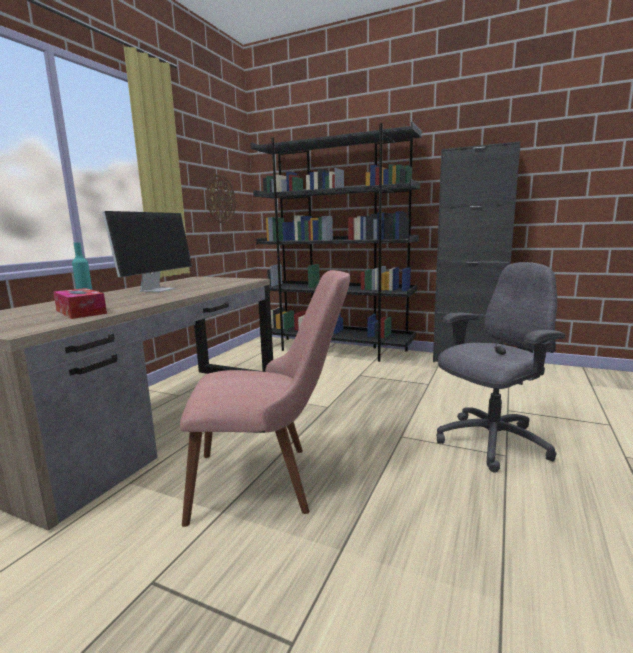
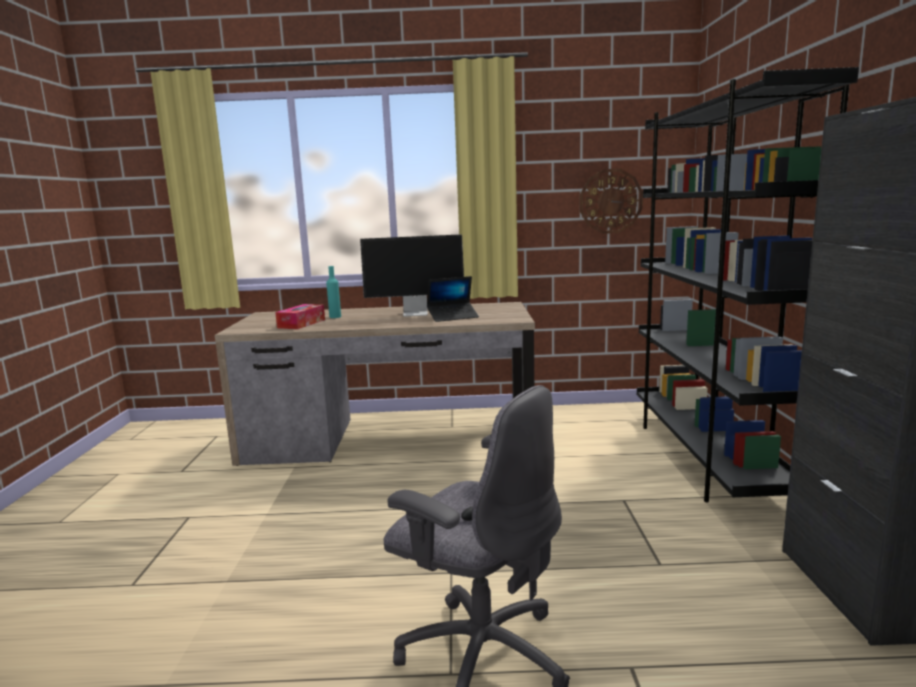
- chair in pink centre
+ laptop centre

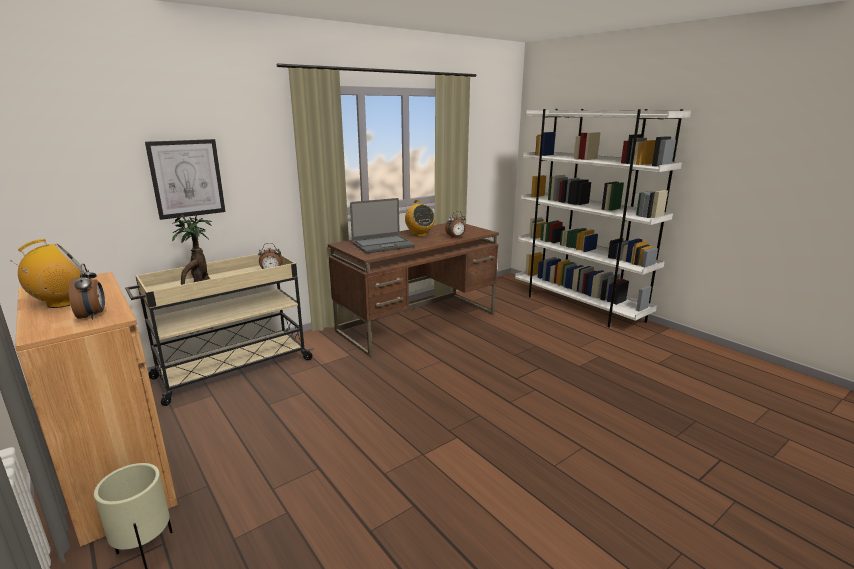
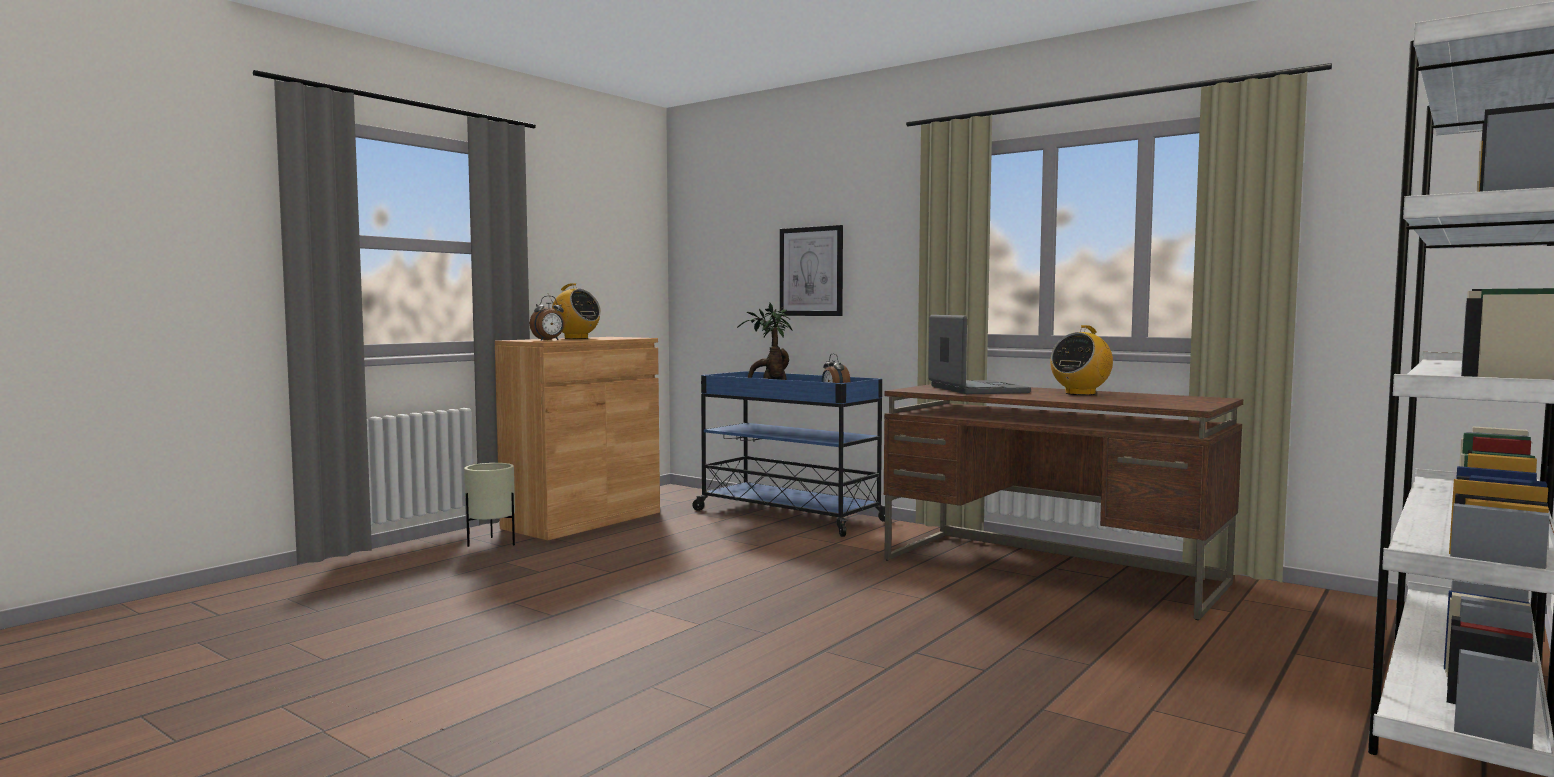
~ laptop centre = centre 150 degrees counterclockwise
- alarm clock (3rd from left) centre
~ cart in beige middle left to cart in blue centre

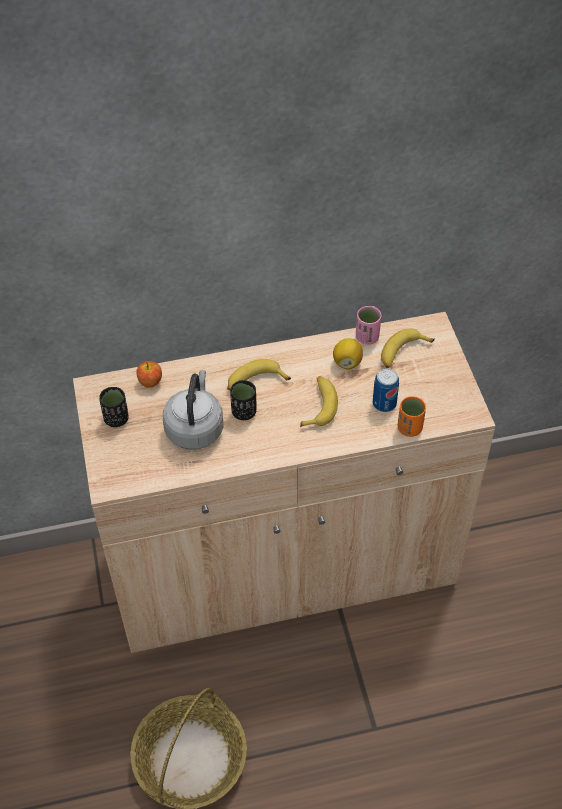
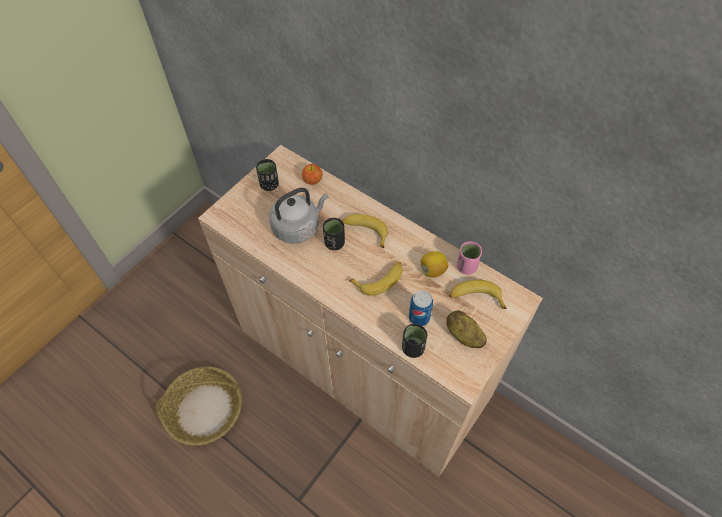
~ cup in orange middle right to cup in black (3rd from left) centre
+ potato centre

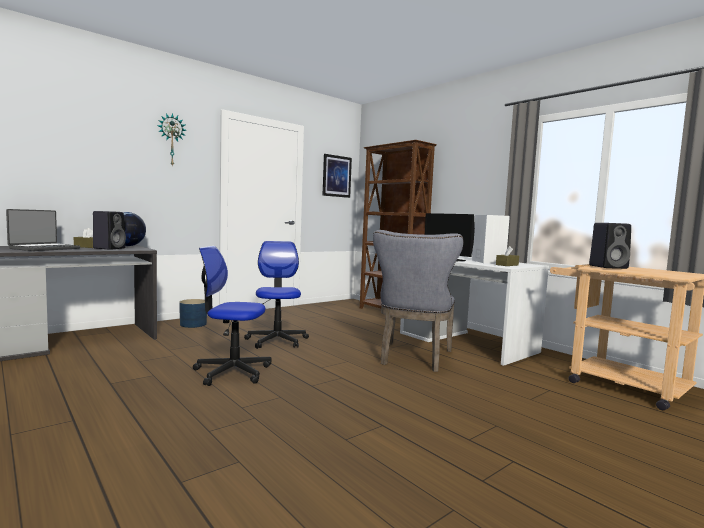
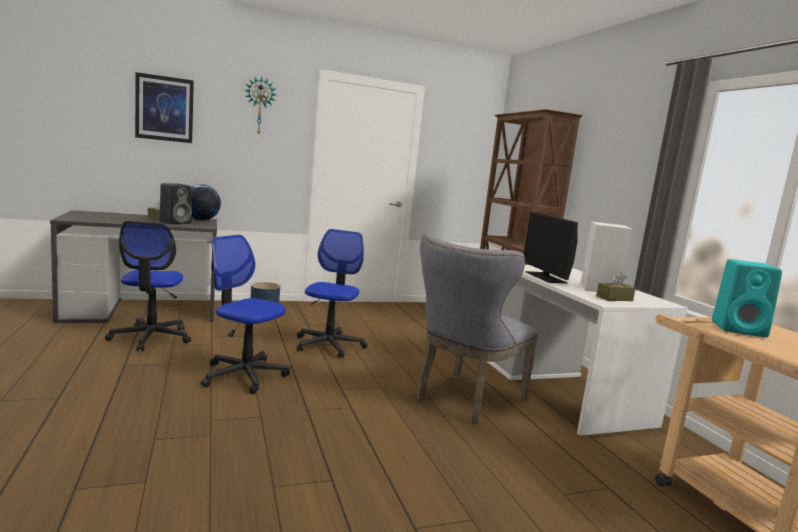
~ picture centre to top left
- laptop middle left
~ speaker in black (2nd from left) middle right to speaker in turquoise middle right
+ office chair (1st from left) middle left

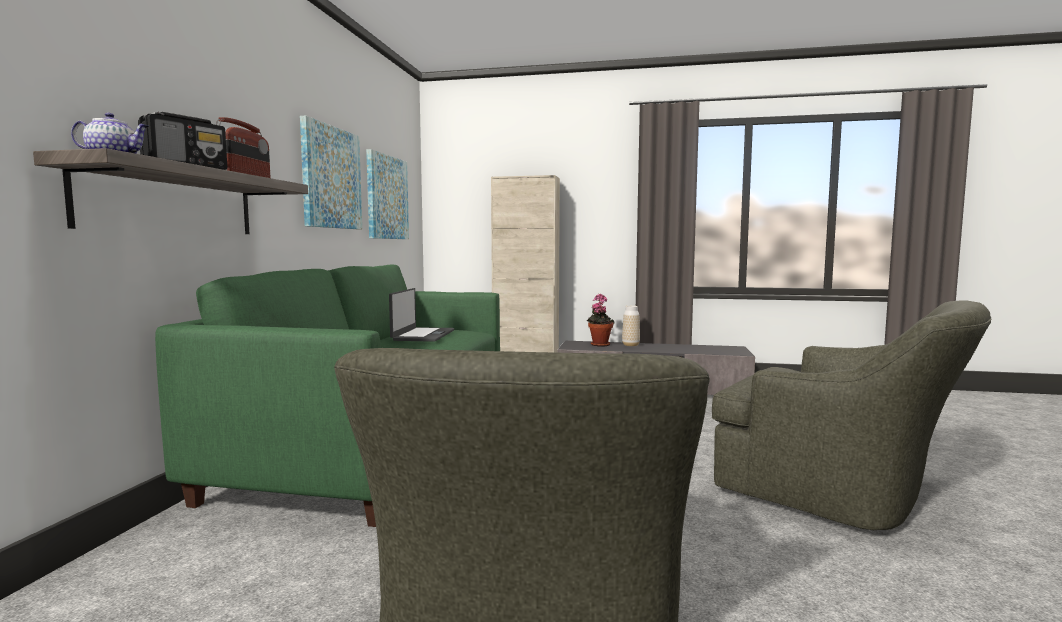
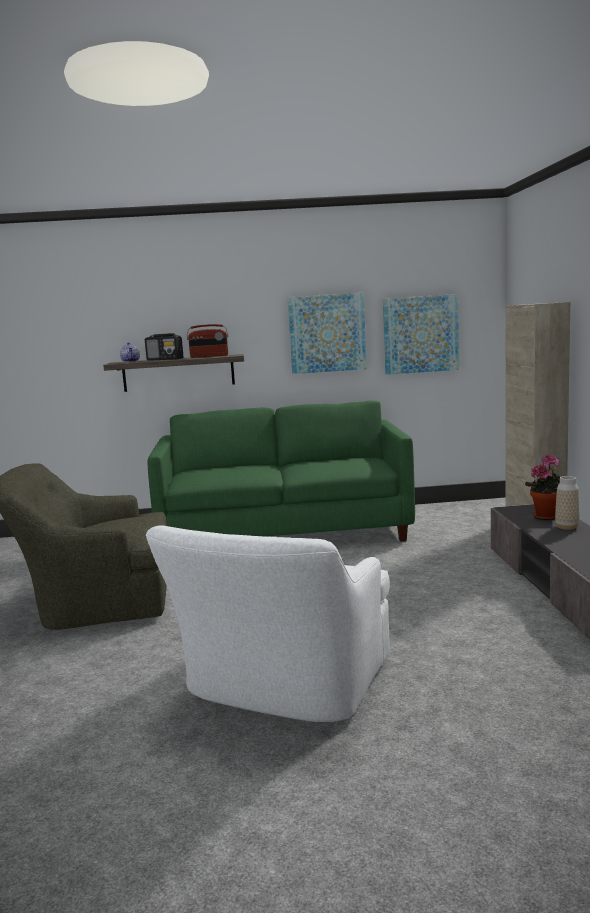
- laptop centre
~ armchair in green (2nd from left) bottom right to armchair in white bottom centre

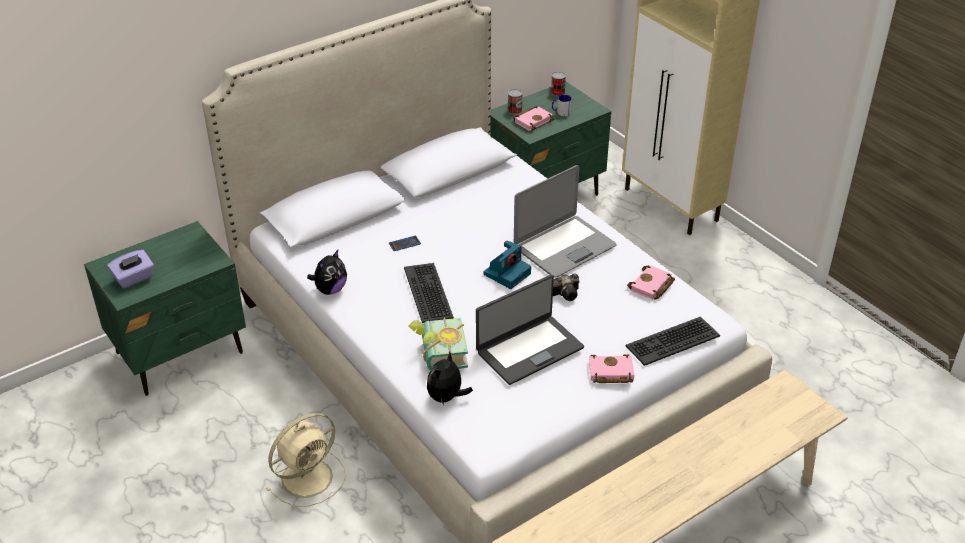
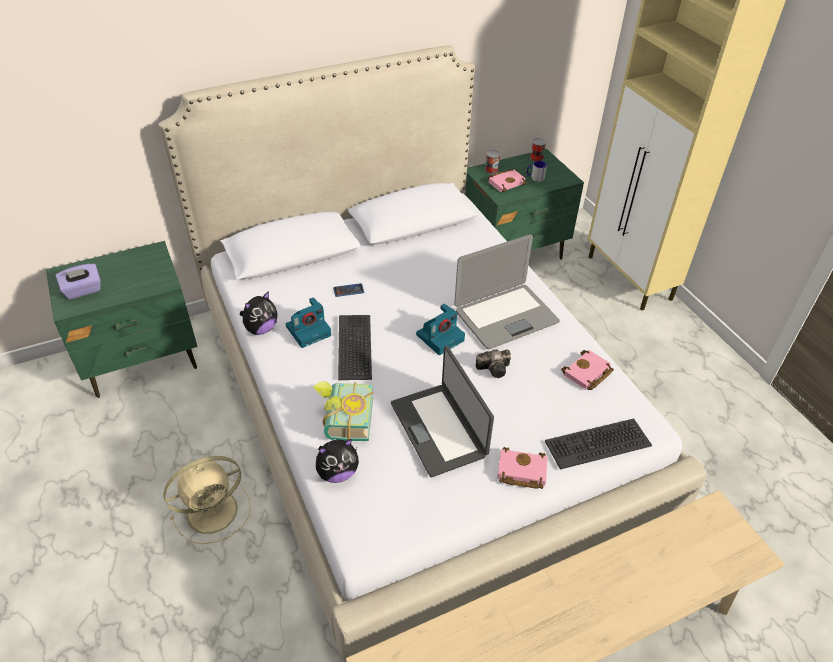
~ laptop (1st from left) centre = centre 90 degrees clockwise
~ plush toy (2nd from left) bottom centre = bottom centre 150 degrees counterclockwise
+ photo camera (1st from left) centre

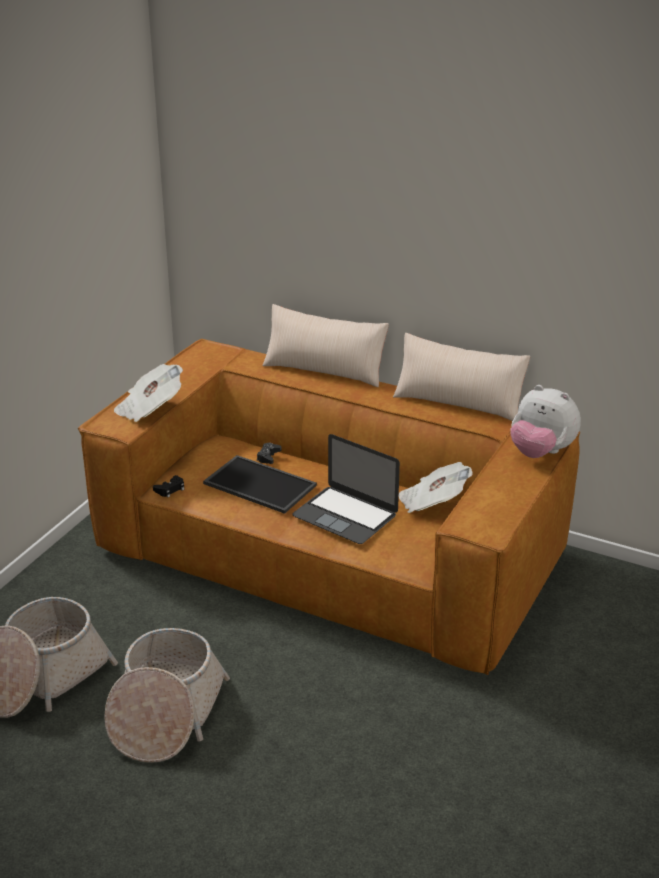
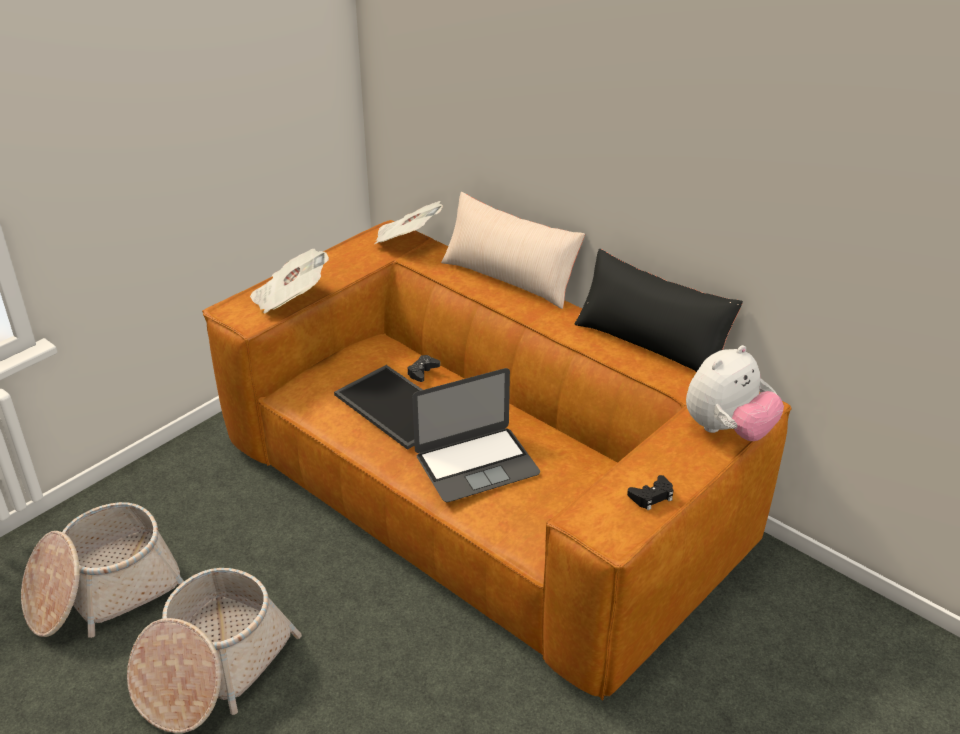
~ pillow in beige (2nd from left) middle right to pillow in black middle right
~ plush toy middle right = middle right 90 degrees counterclockwise
~ laptop centre = centre 75 degrees counterclockwise
~ newspaper (2nd from left) centre to top centre
~ game controller in black (1st from left in the first image) middle left to game controller in black (2nd from left) bottom right

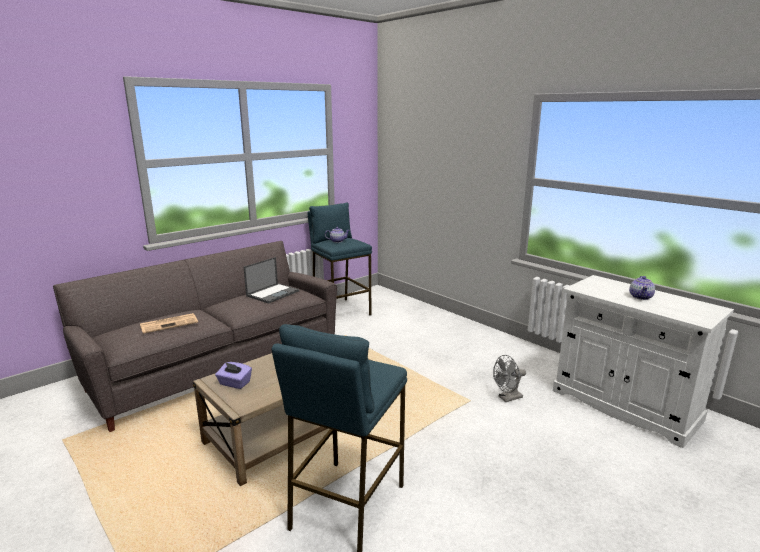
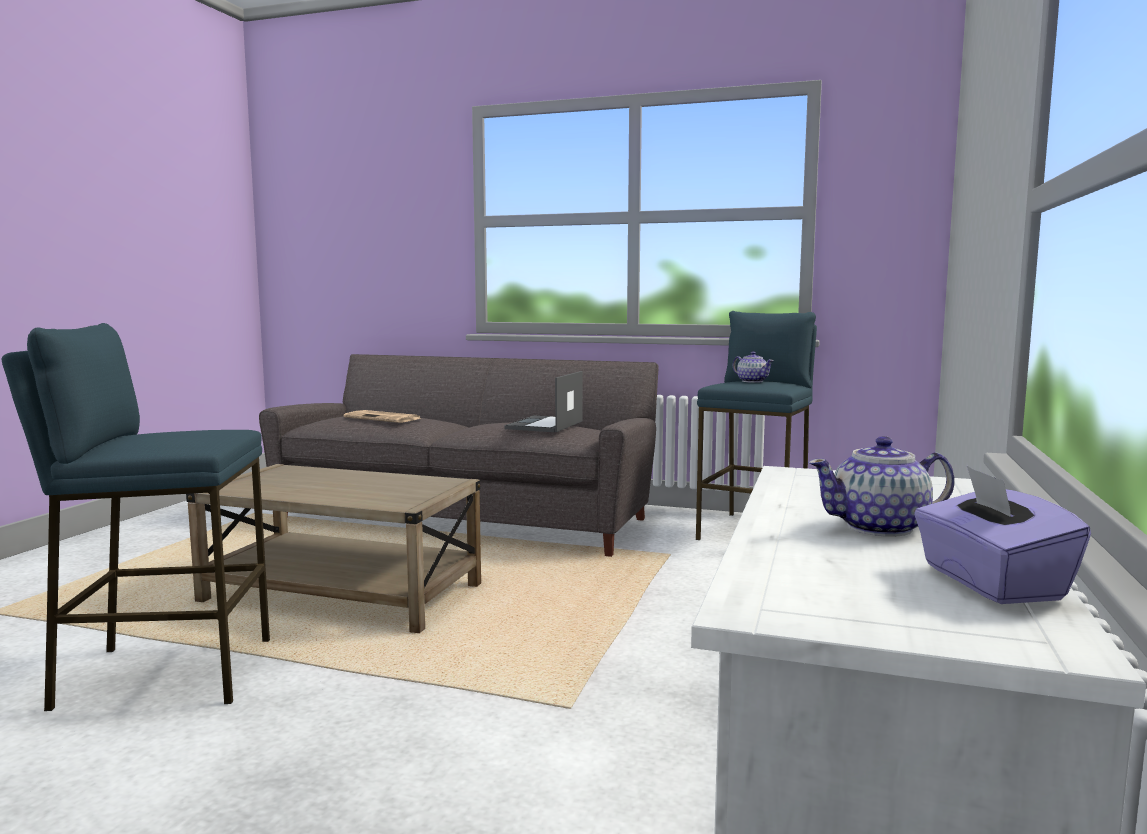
~ laptop centre = centre 105 degrees clockwise
- fan in grey bottom right
~ tissue box in purple bottom left to middle right

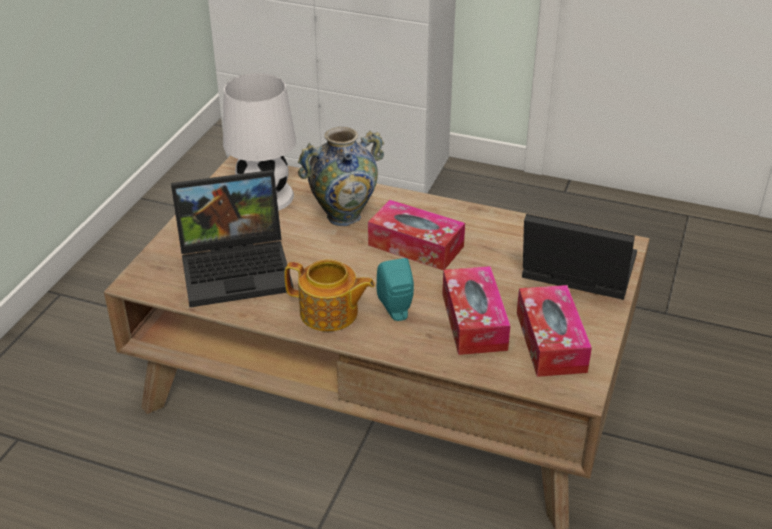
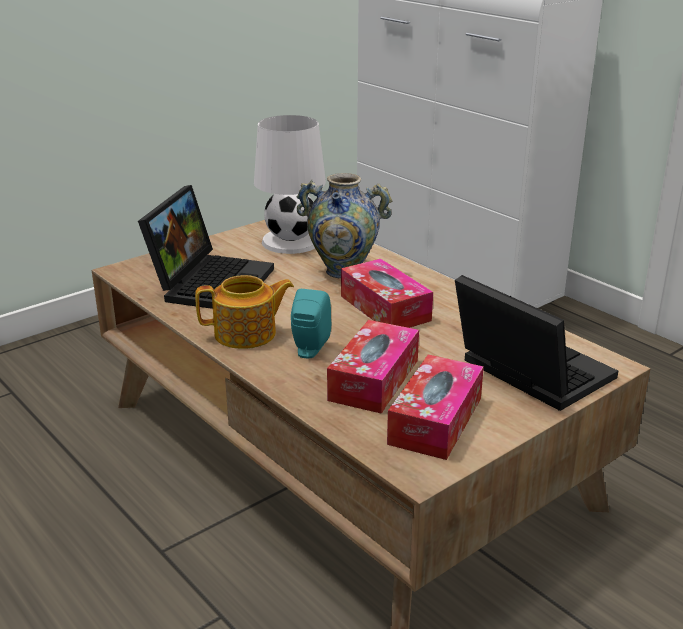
~ laptop (1st from left) middle left = middle left 90 degrees counterclockwise
~ teapot centre = centre 60 degrees counterclockwise

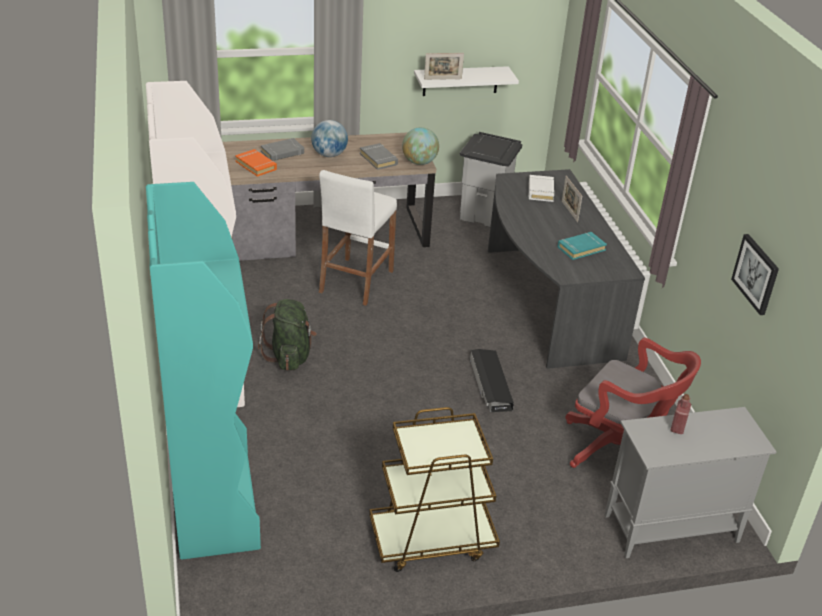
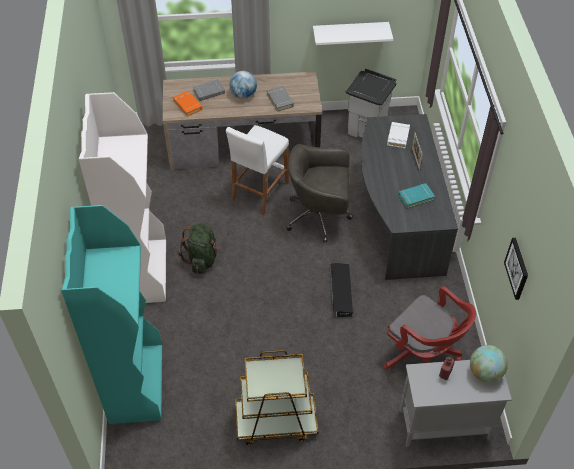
- picture frame (1st from left) top centre
~ globe (2nd from left) top centre to bottom right
+ office chair in grey centre

